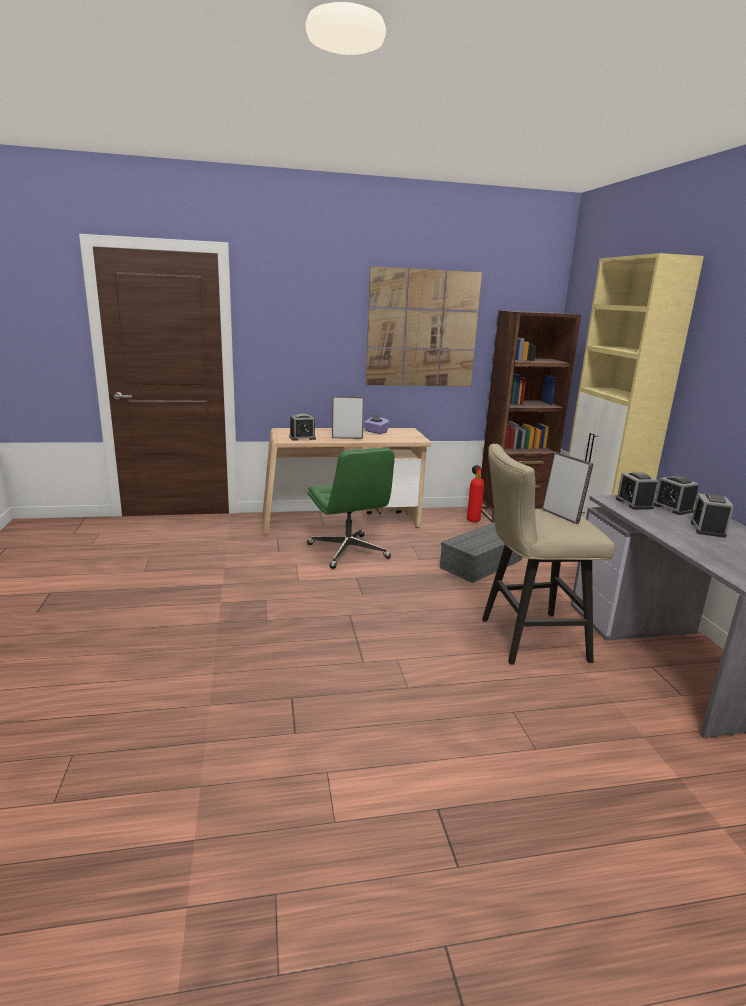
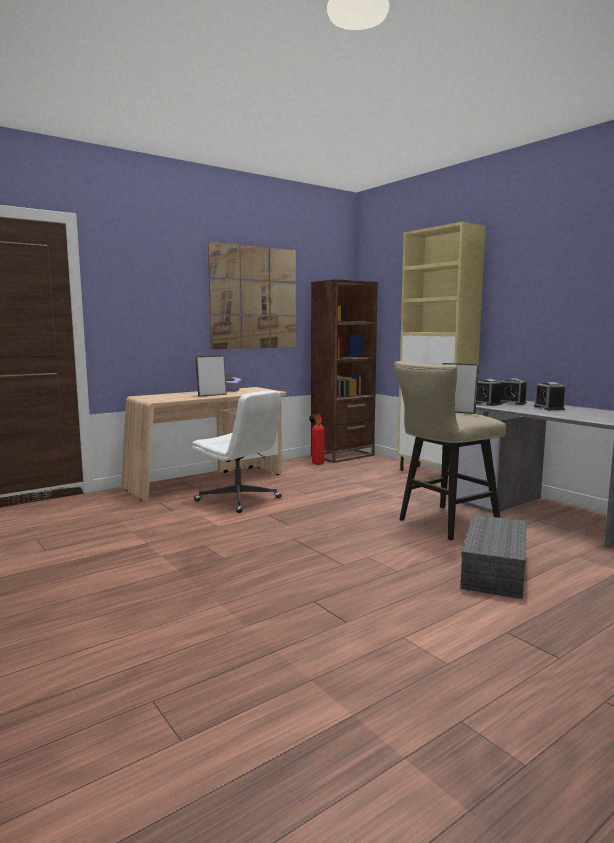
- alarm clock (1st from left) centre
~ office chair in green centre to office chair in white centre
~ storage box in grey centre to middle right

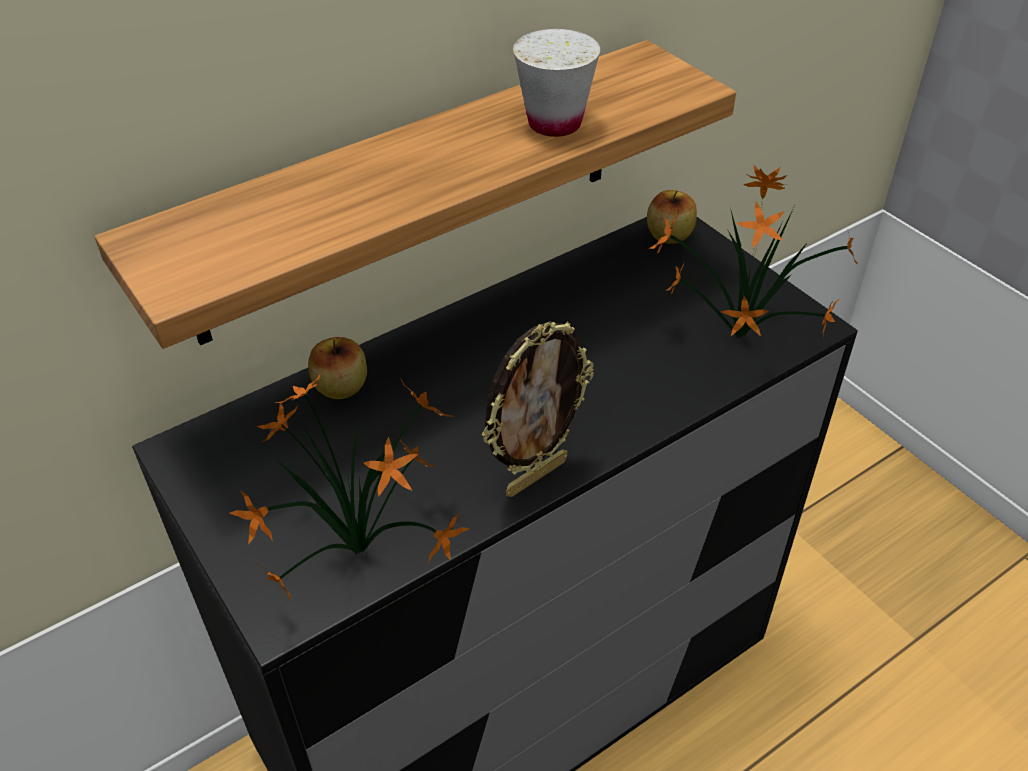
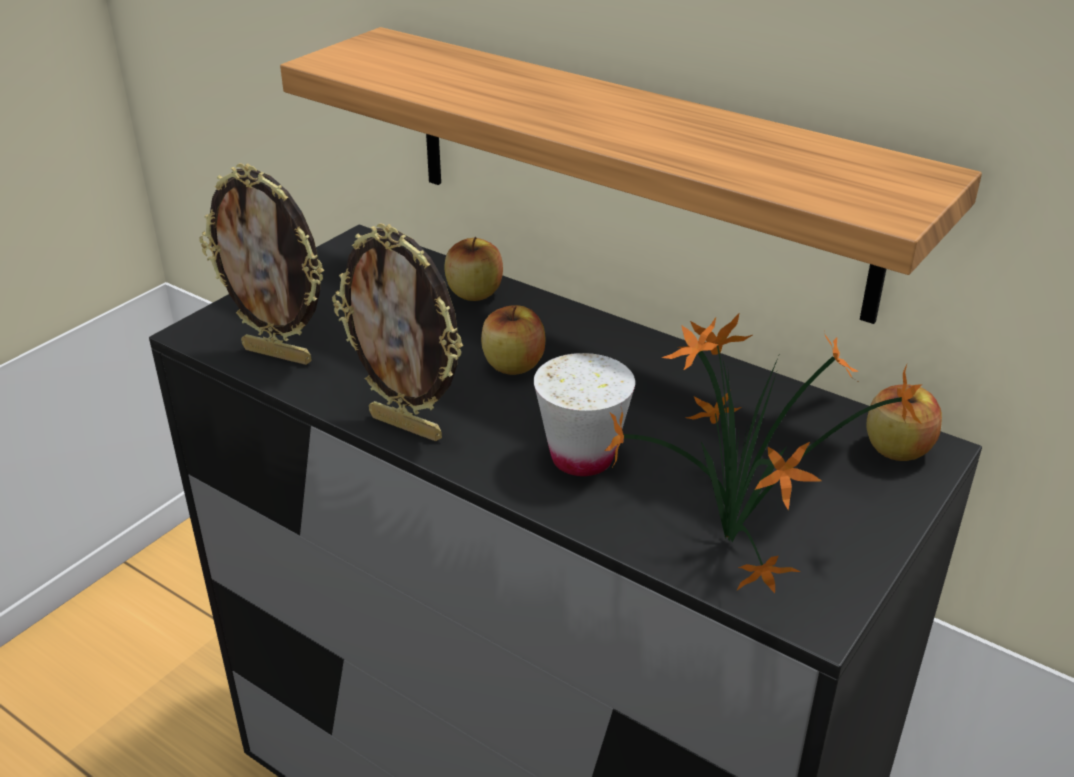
~ cup in white top centre to centre
~ potted plant (1st from left) centre to picture frame (1st from left) middle left
+ apple (2nd from left) centre

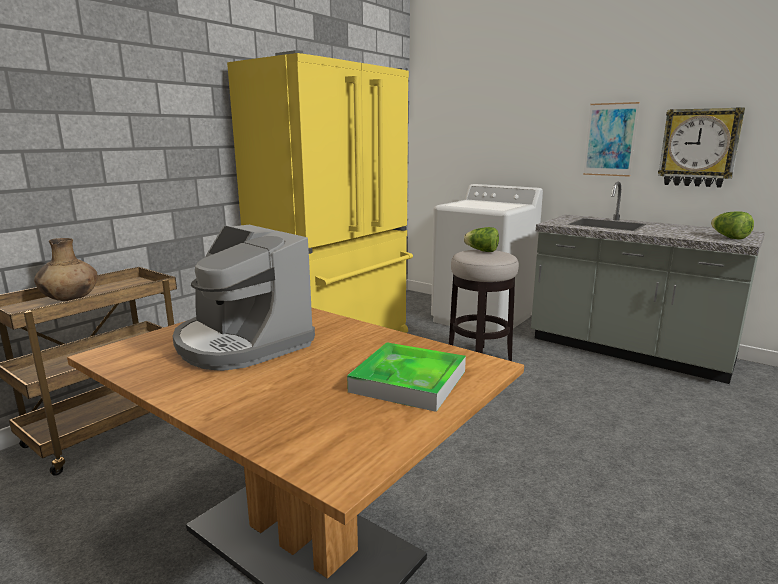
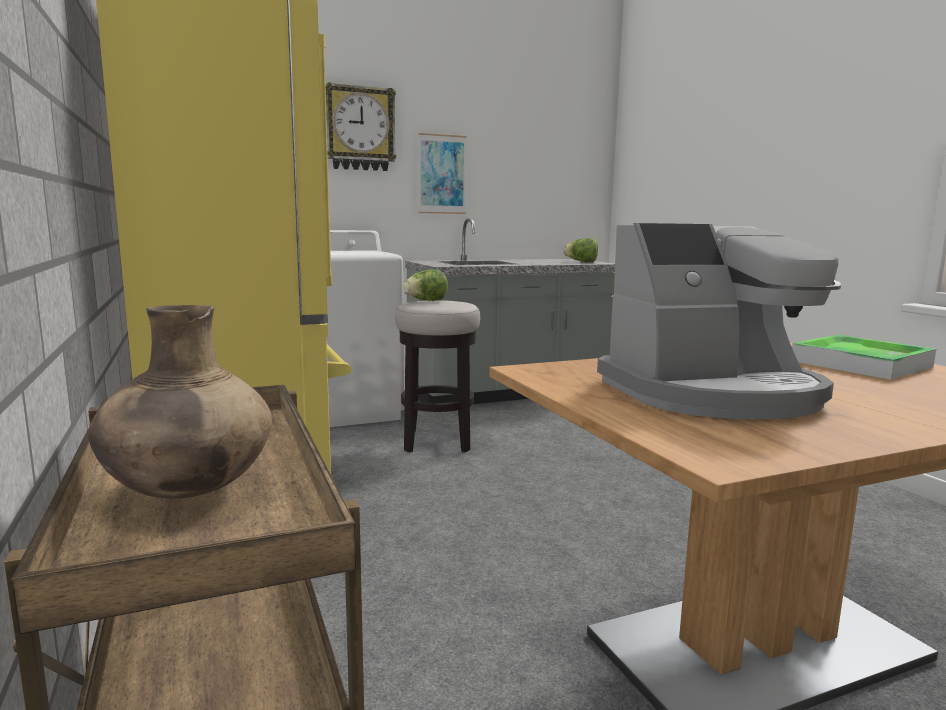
~ wall clock top right to top centre

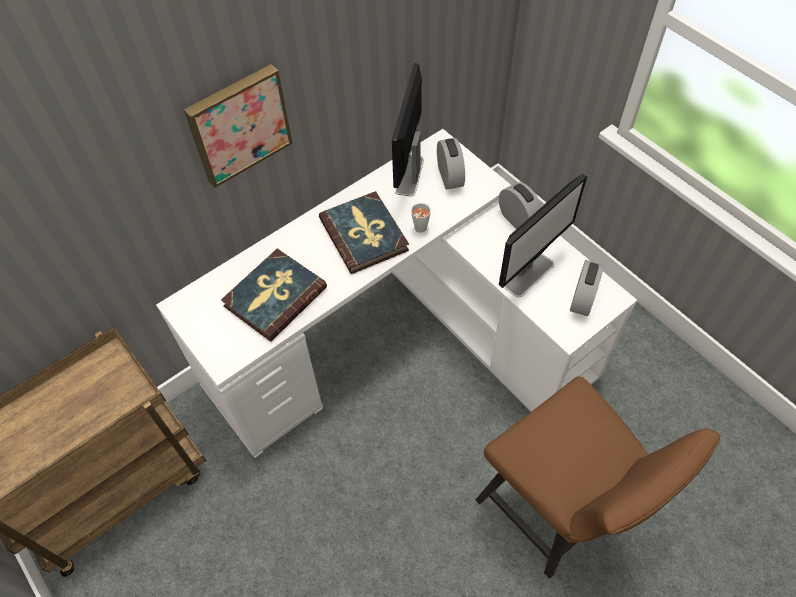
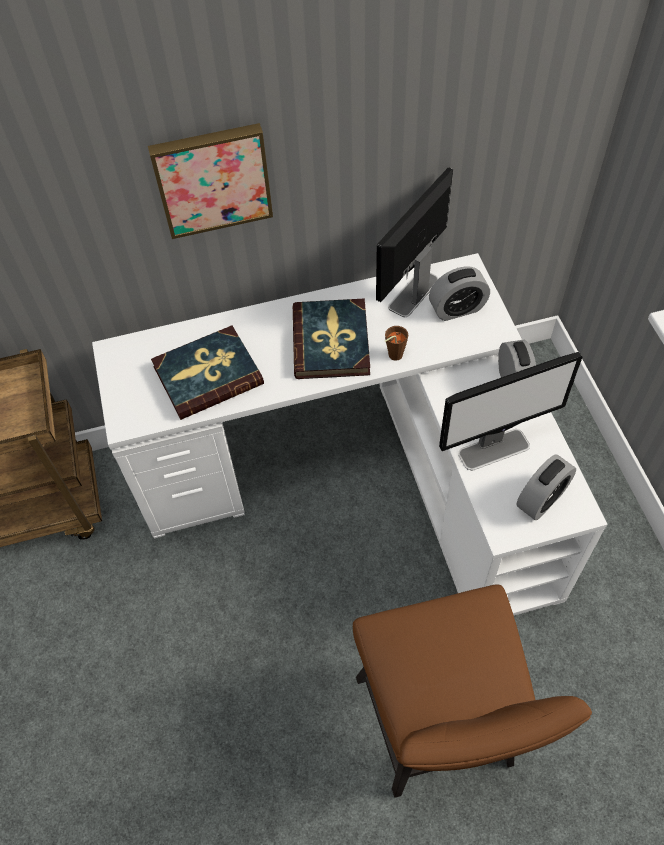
~ alarm clock (1st from left) top centre = middle right 60 degrees clockwise
~ cup in grey centre to cup in brown centre

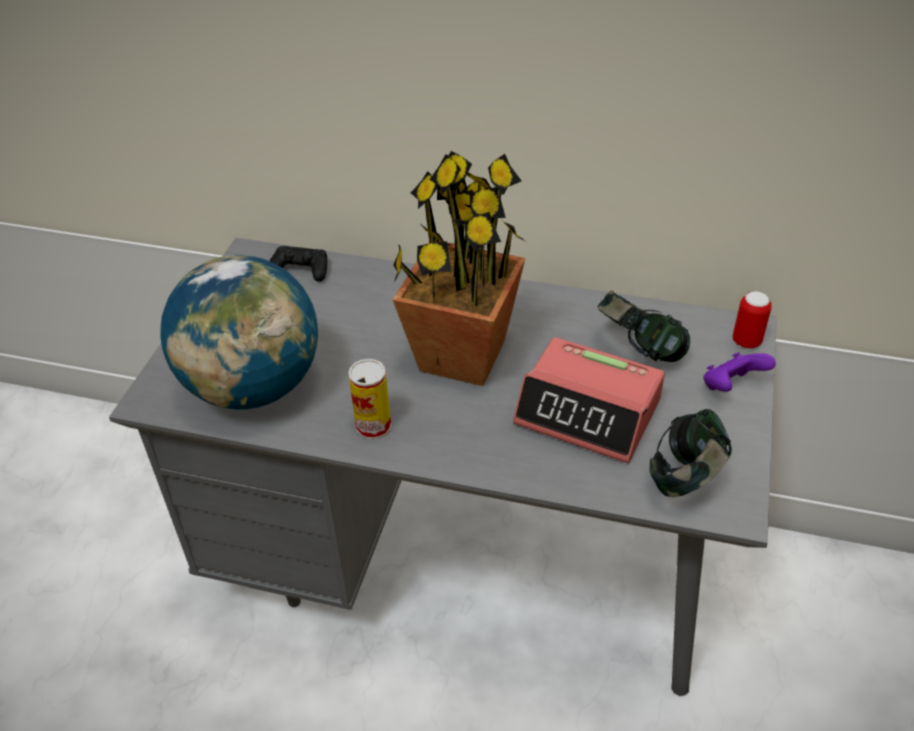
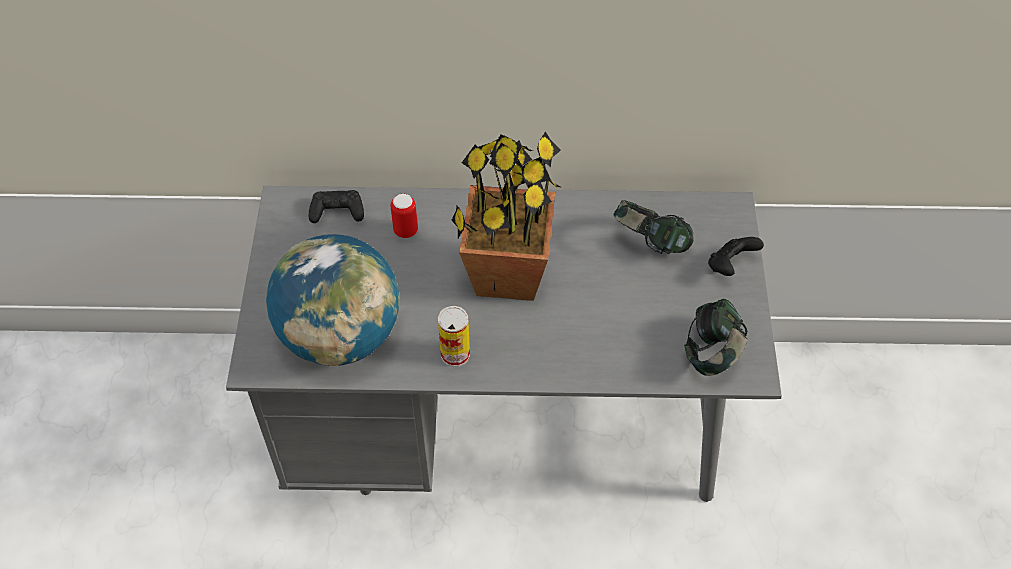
~ can (2nd from left in the first image) middle right to can (1st from left) centre
- alarm clock centre
~ game controller in purple middle right to game controller in black (2nd from left) middle right

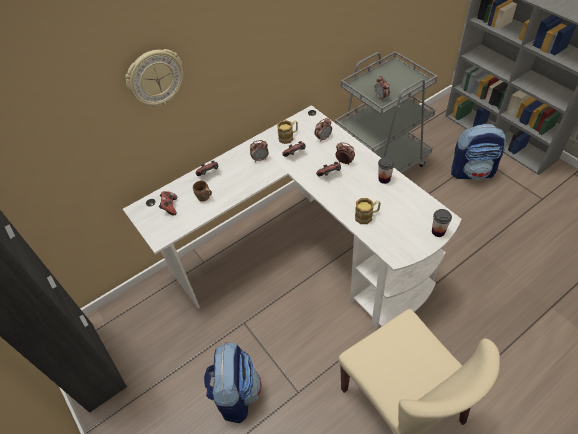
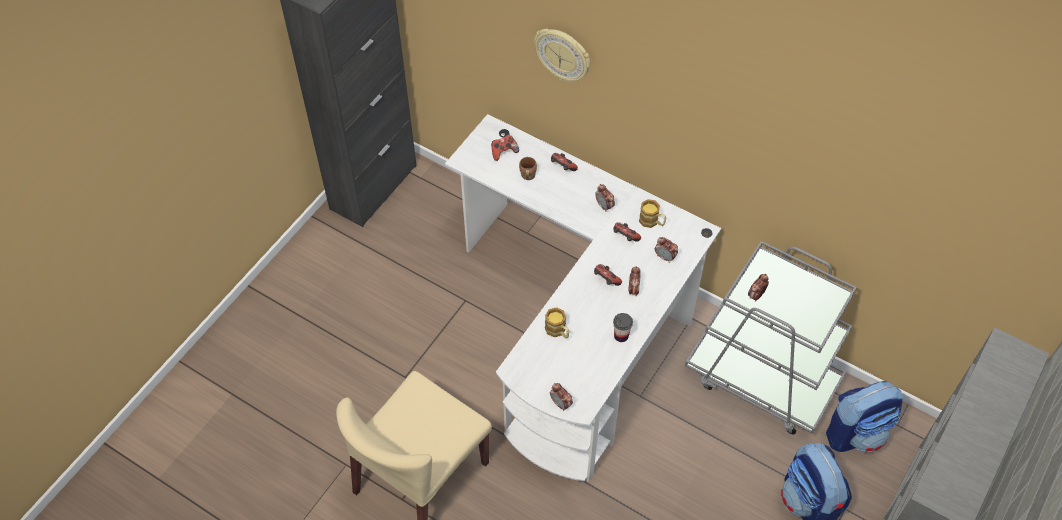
~ cup (2nd from left) middle right to alarm clock (1st from left) bottom centre
~ backpack (1st from left in the first image) bottom centre to backpack (2nd from left) bottom right

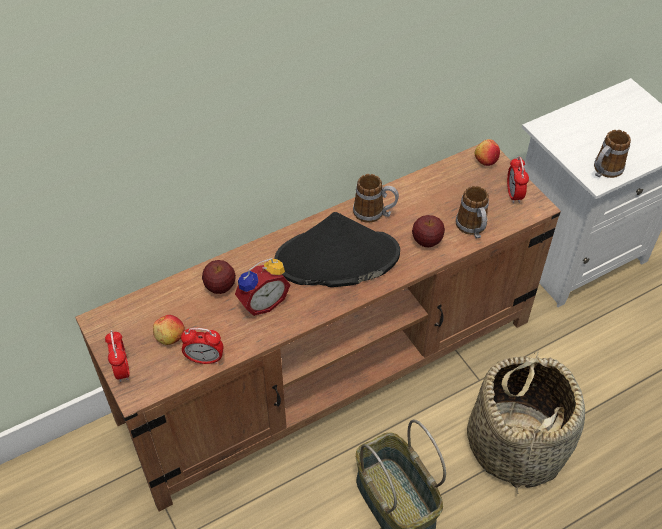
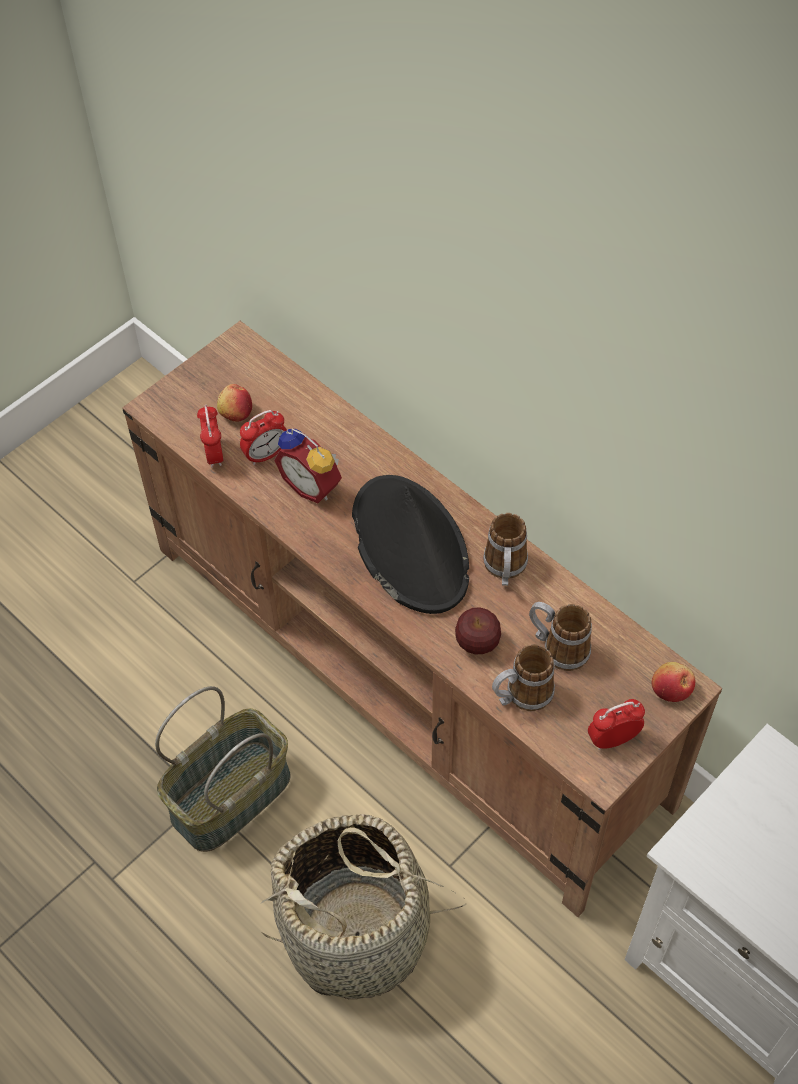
~ mug (3rd from left) top right to middle right
- apple (2nd from left) middle left
~ alarm clock (1st from left in the first image) bottom left to alarm clock (2nd from left) middle left

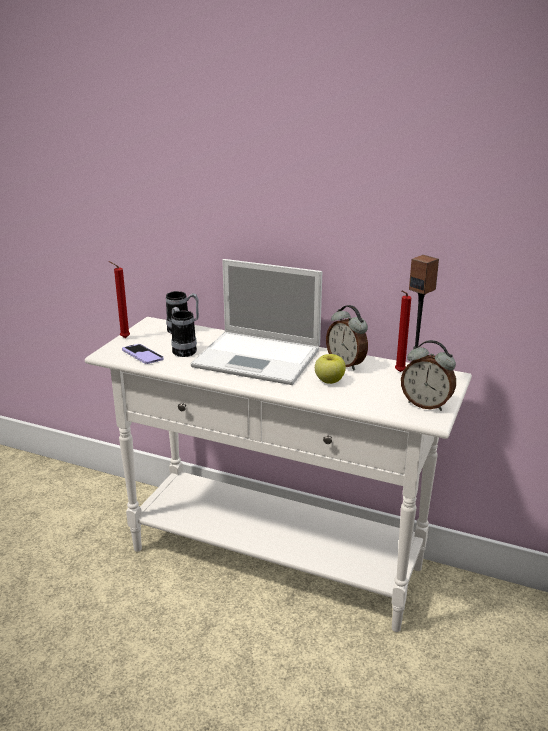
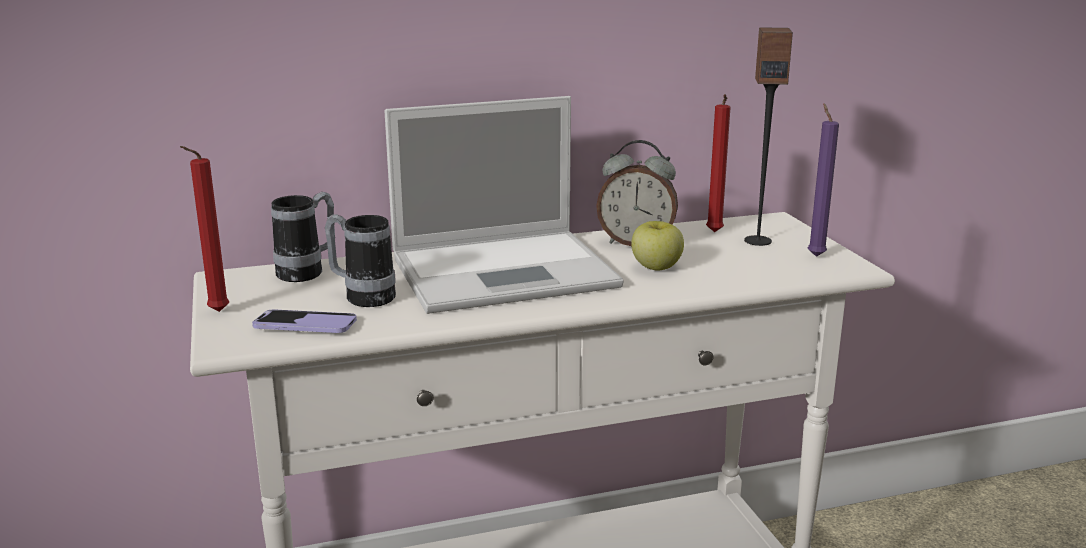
~ alarm clock (2nd from left) middle right to candle in purple top right

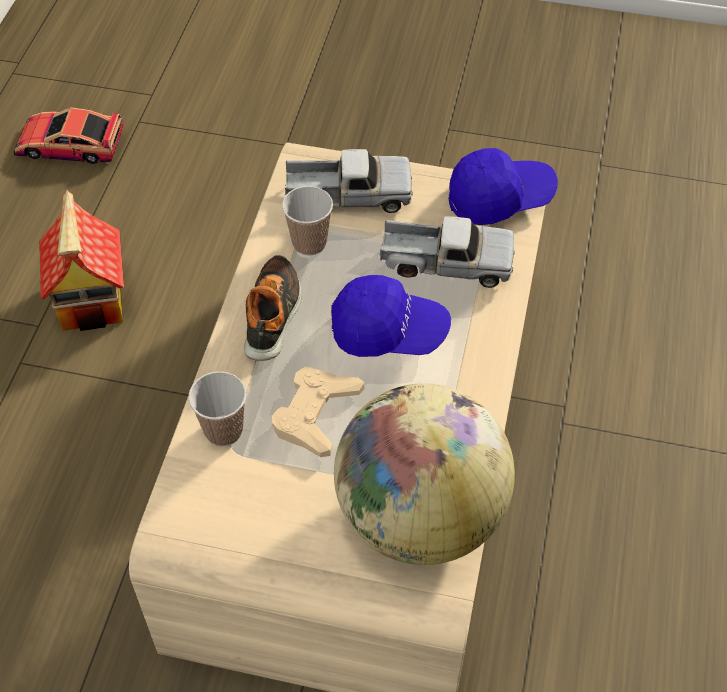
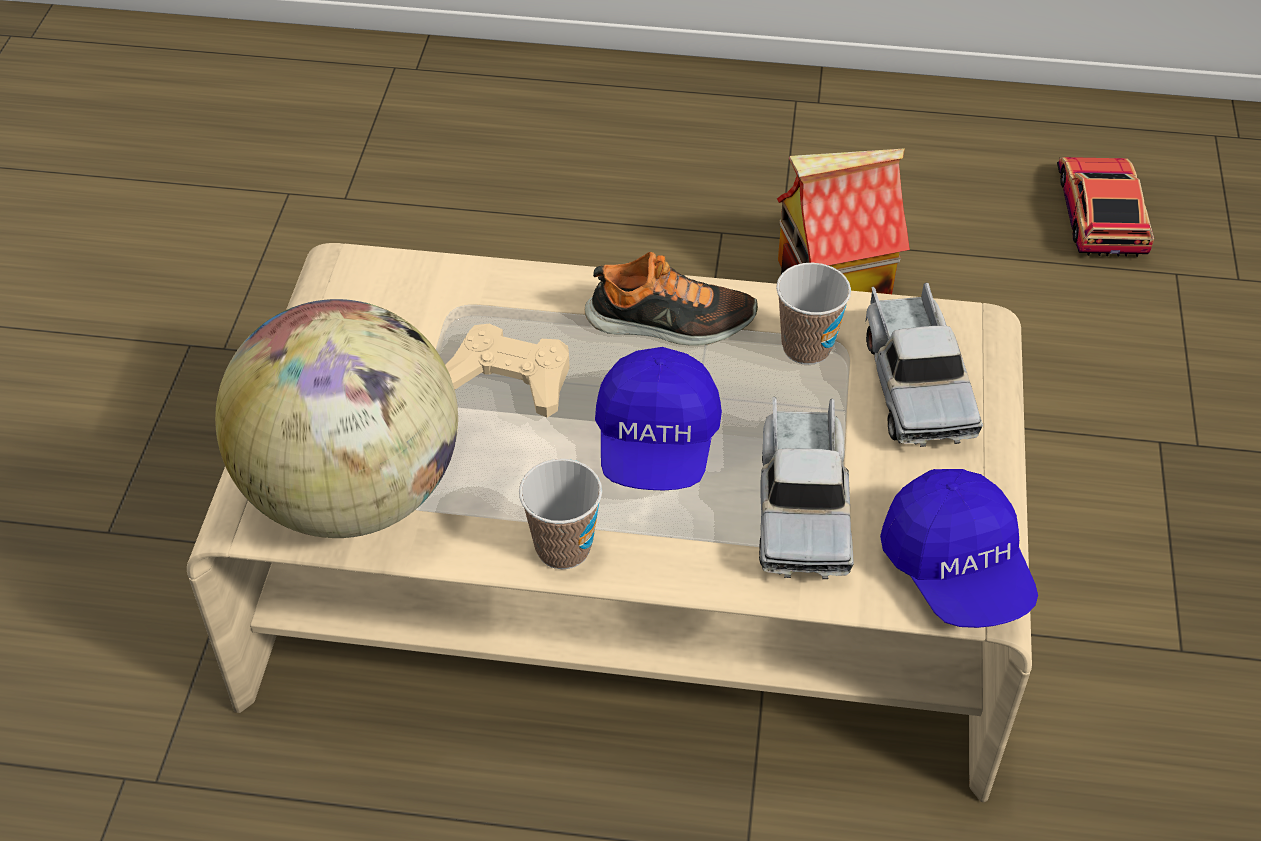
~ cup (1st from left) middle left to centre

